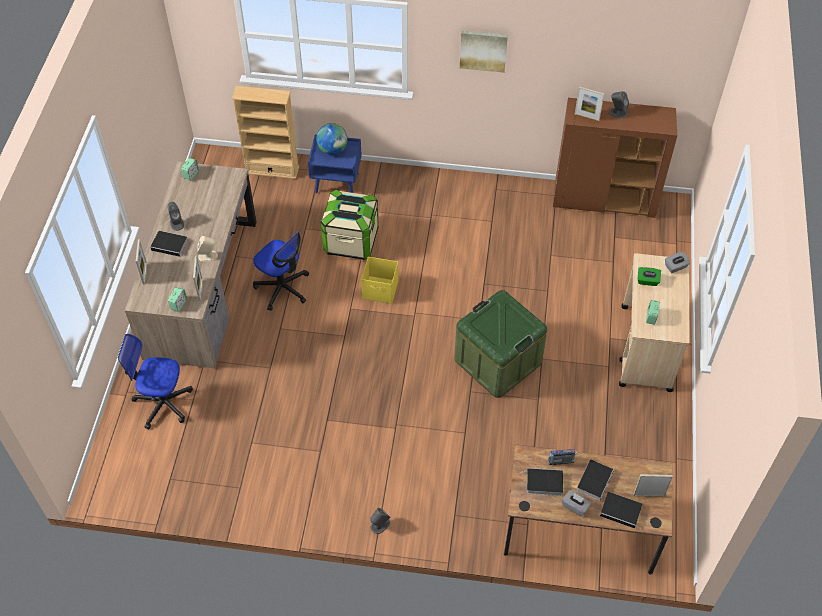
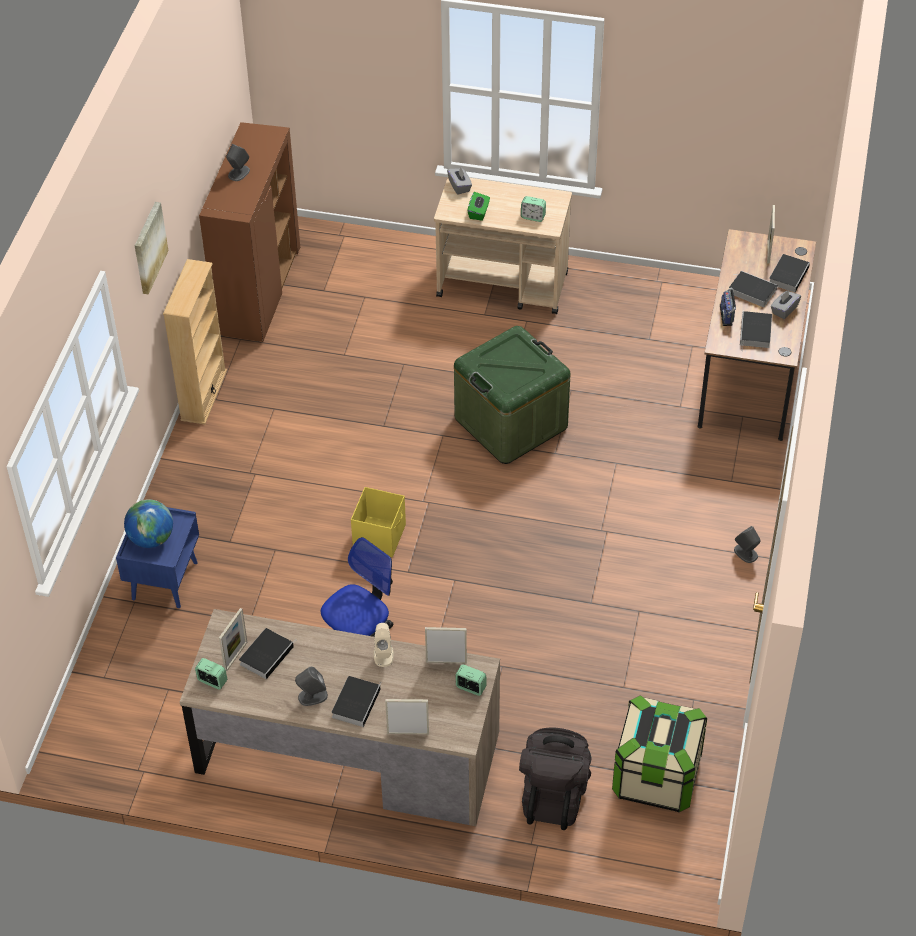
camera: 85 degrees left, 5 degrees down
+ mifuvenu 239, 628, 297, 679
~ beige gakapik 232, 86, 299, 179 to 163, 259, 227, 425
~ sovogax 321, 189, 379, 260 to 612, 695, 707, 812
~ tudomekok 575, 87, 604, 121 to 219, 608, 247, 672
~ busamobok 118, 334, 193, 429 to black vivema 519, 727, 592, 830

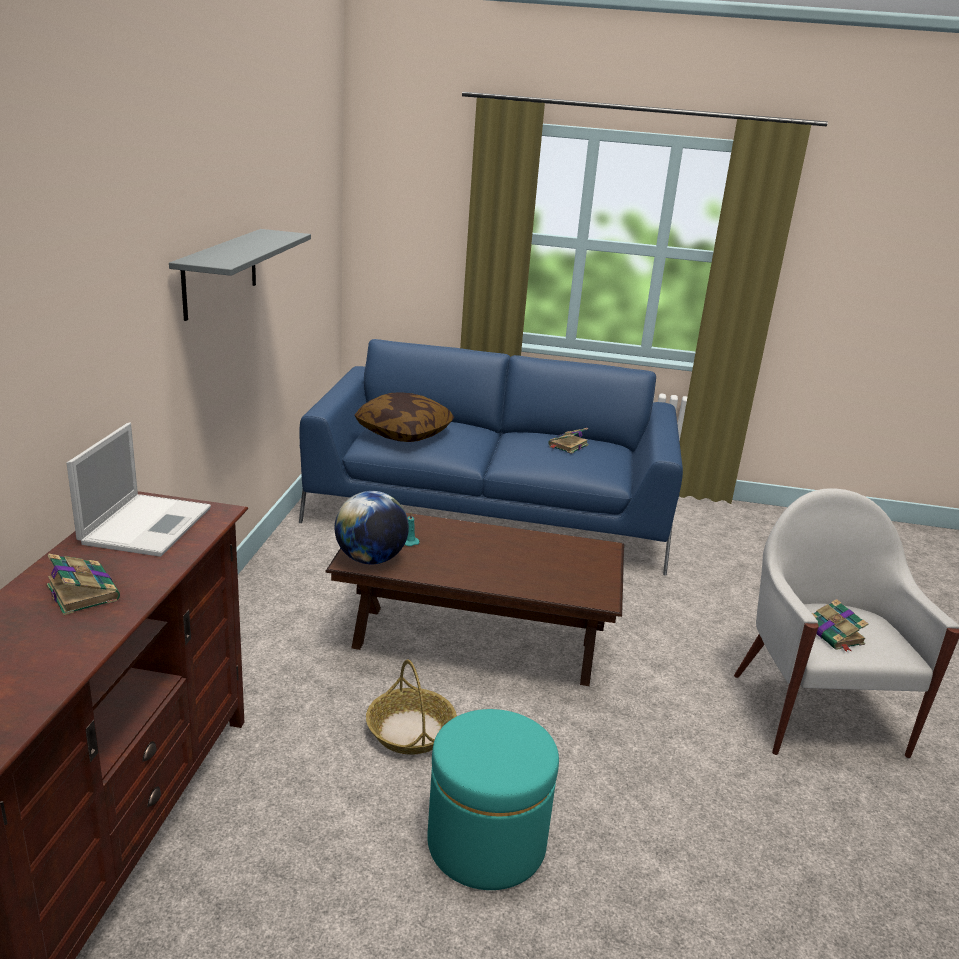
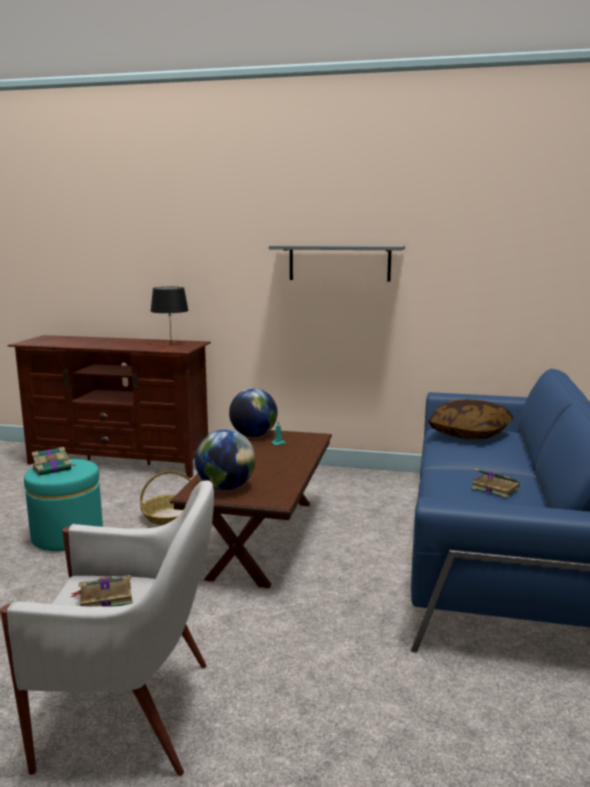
camera: 95 degrees right, 10 degrees down
+ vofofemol 195, 429, 256, 490
~ mifuvenu 47, 554, 120, 615 to 32, 447, 76, 476
~ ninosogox 67, 423, 211, 557 to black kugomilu 151, 287, 189, 335

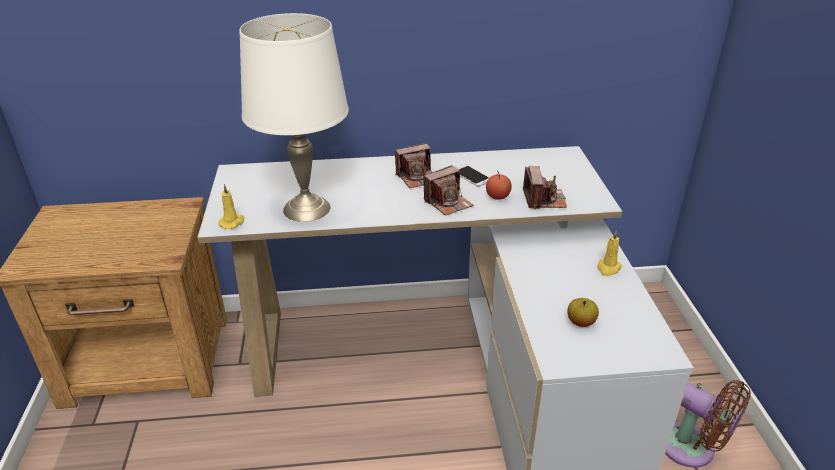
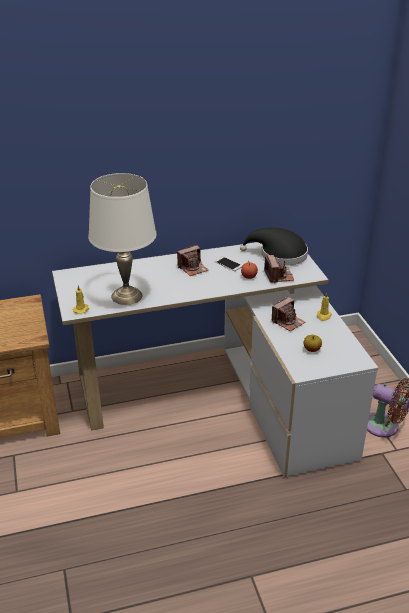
camera: 10 degrees left, 0 degrees up
+ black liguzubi 240, 227, 308, 266
~ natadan 423, 165, 473, 216 to 271, 296, 305, 331

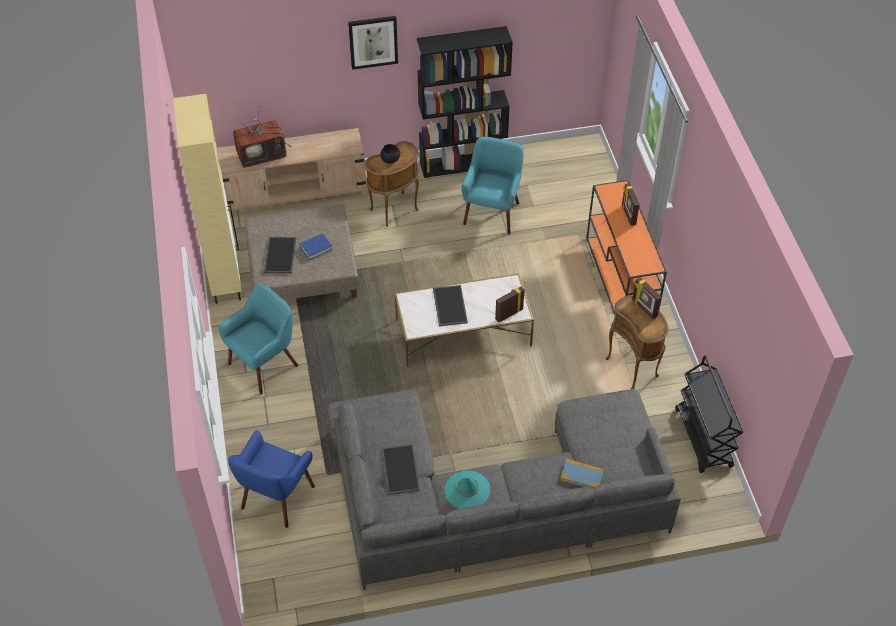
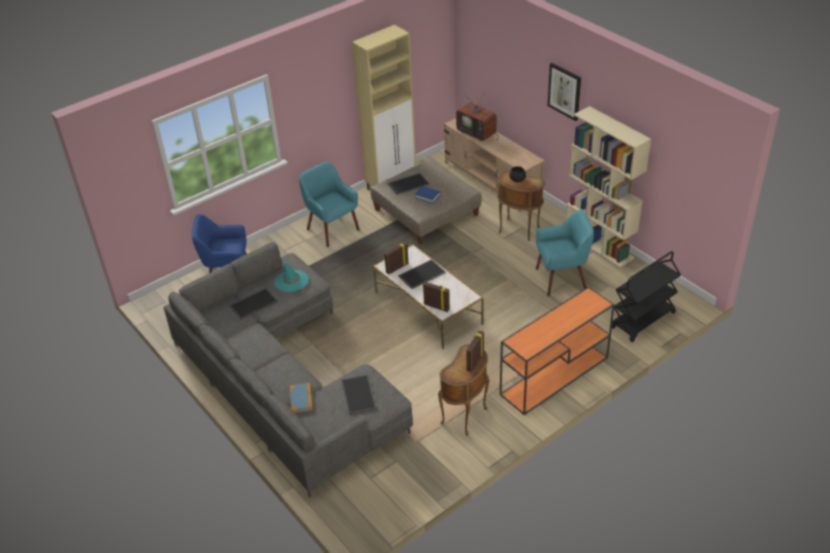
camera: 65 degrees right, 10 degrees down
+ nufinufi 341, 374, 377, 415
~ turquoise liguzubi 445, 471, 491, 509 to 274, 262, 309, 292
~ tudomekok 622, 183, 640, 226 to 384, 242, 408, 275
~ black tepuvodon 675, 356, 743, 473 to 612, 251, 681, 342
~ black gakapik 417, 26, 513, 178 to beige gakapik 566, 106, 651, 267
~ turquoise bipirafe 218, 284, 298, 395 = 299, 162, 359, 247 150 degrees counterclockwise

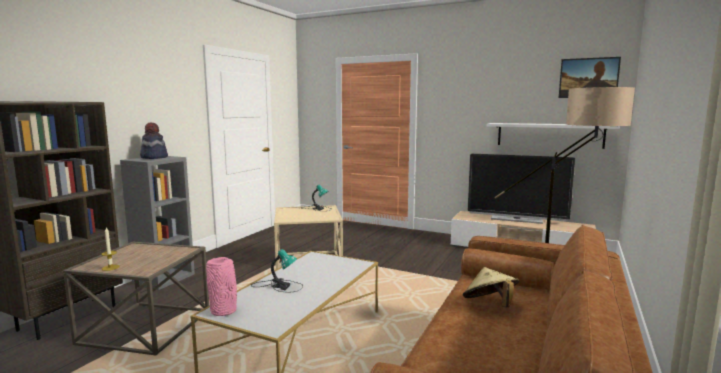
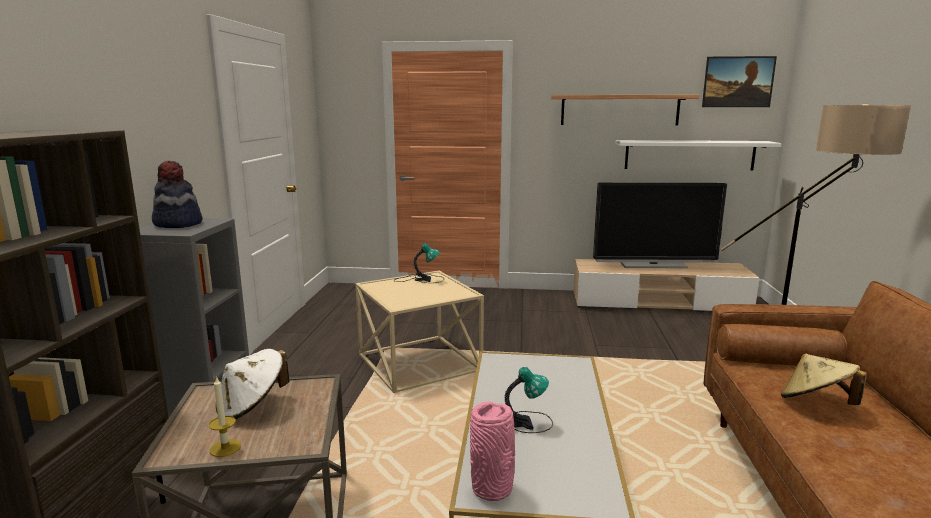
camera: 20 degrees left, 5 degrees up
+ white liguzubi 216, 349, 289, 419
+ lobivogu 551, 95, 699, 125

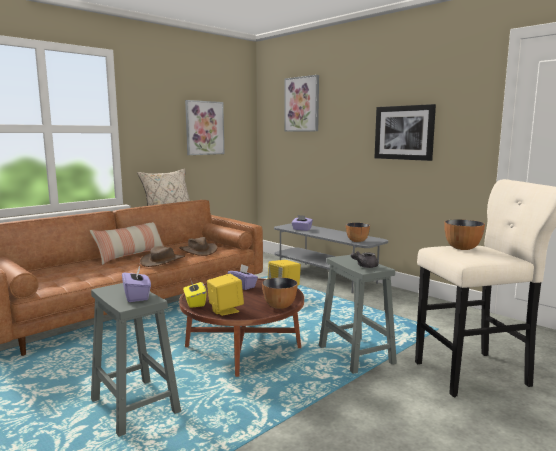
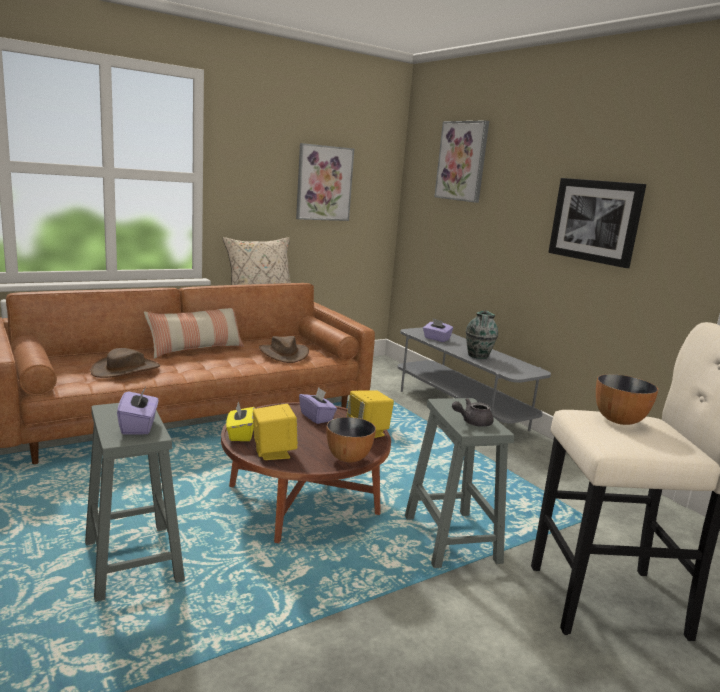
camera: 10 degrees right, 5 degrees up
- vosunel 346, 223, 370, 242
+ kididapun 466, 310, 498, 359
~ brown liguzubi 140, 246, 185, 267 to 90, 348, 160, 378

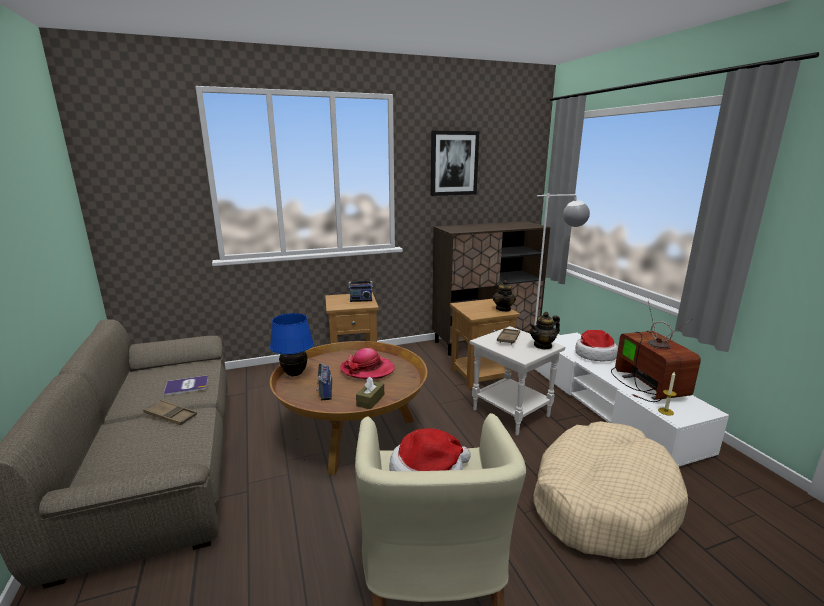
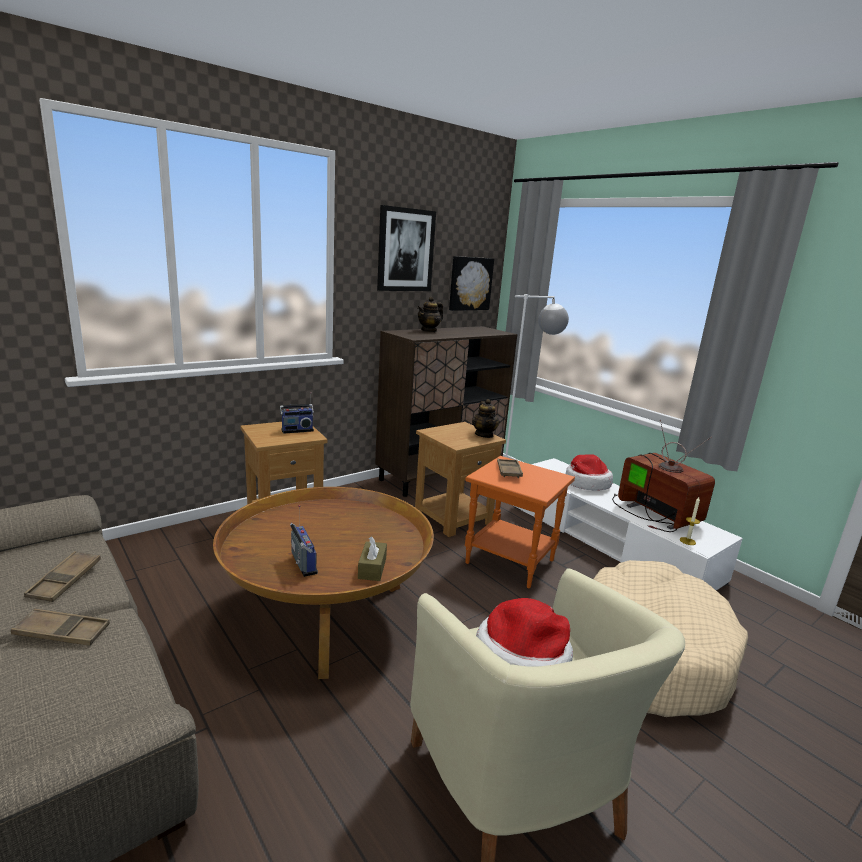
camera: 20 degrees left, 0 degrees up
- blue kugomilu 270, 313, 314, 376
- liguzubi 340, 348, 395, 379
+ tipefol 449, 256, 494, 311
~ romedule 529, 312, 560, 350 to 417, 297, 443, 332
~ mifuvenu 164, 375, 208, 396 to brown nufinufi 24, 551, 101, 602
~ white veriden 470, 326, 565, 435 to orange veriden 465, 456, 575, 588

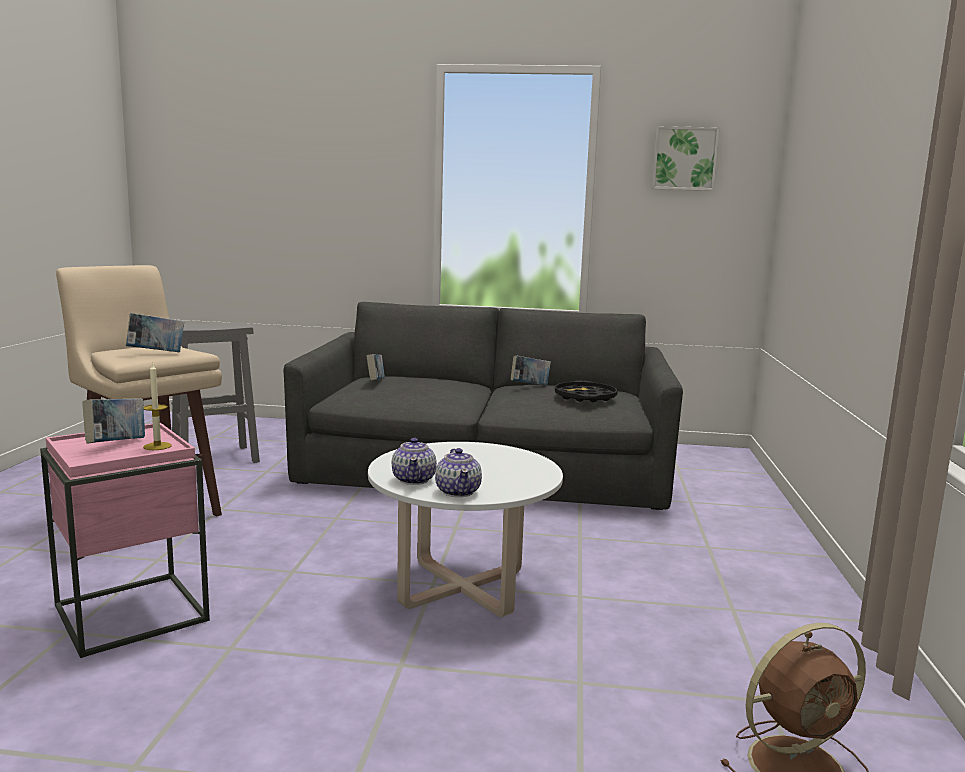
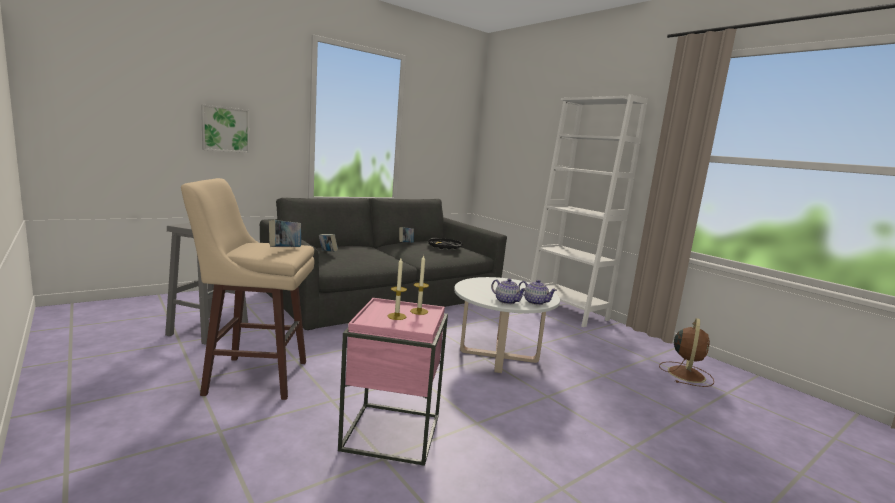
camera: 45 degrees left, 0 degrees up
+ white gakapik 530, 95, 648, 327
~ tipefol 652, 126, 720, 191 to 201, 104, 249, 153
~ mifuvenu 82, 398, 145, 444 to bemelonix 388, 258, 407, 320

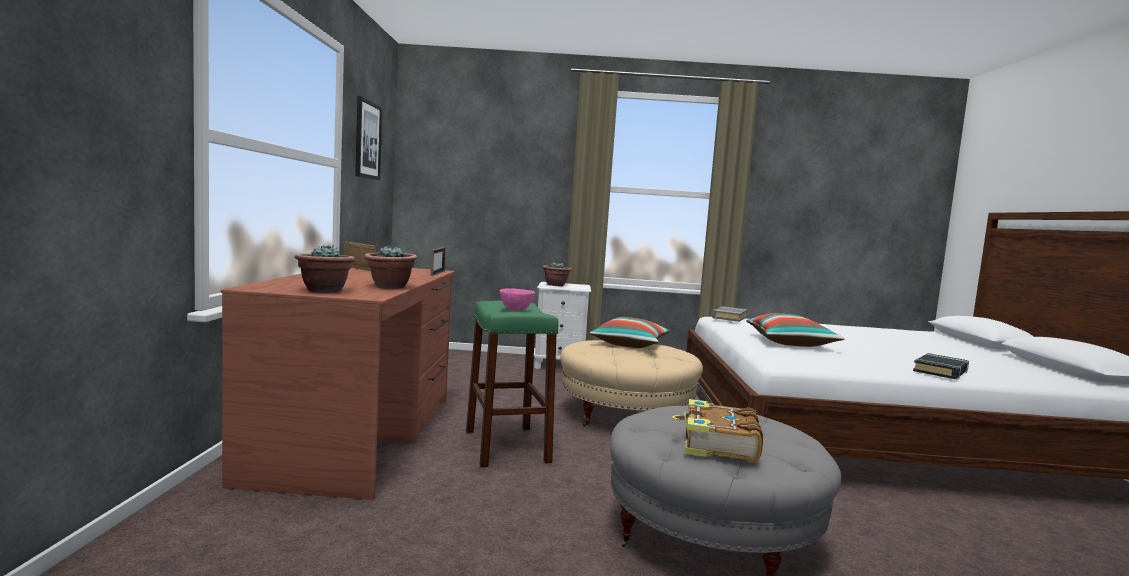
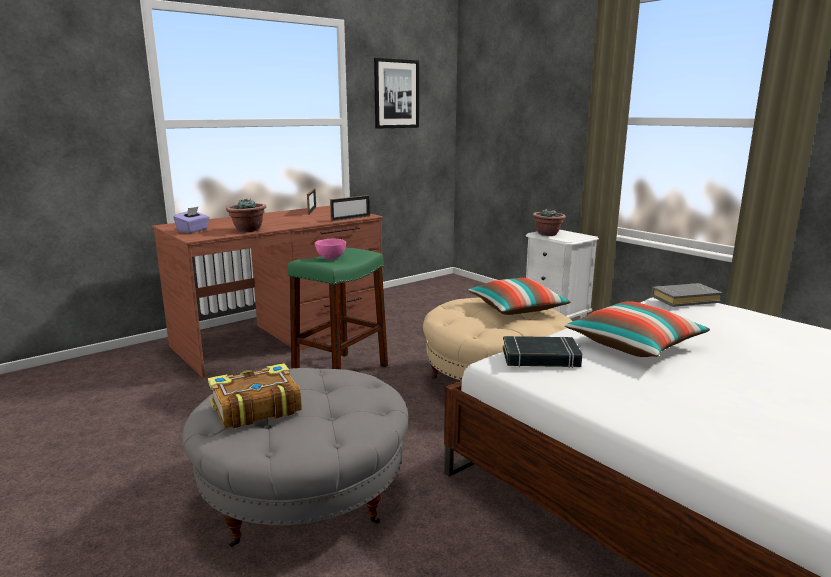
camera: 50 degrees right, 10 degrees up
~ black mifuvenu 913, 353, 969, 379 to 503, 336, 582, 368
~ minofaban 295, 245, 355, 292 to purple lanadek 173, 206, 210, 233

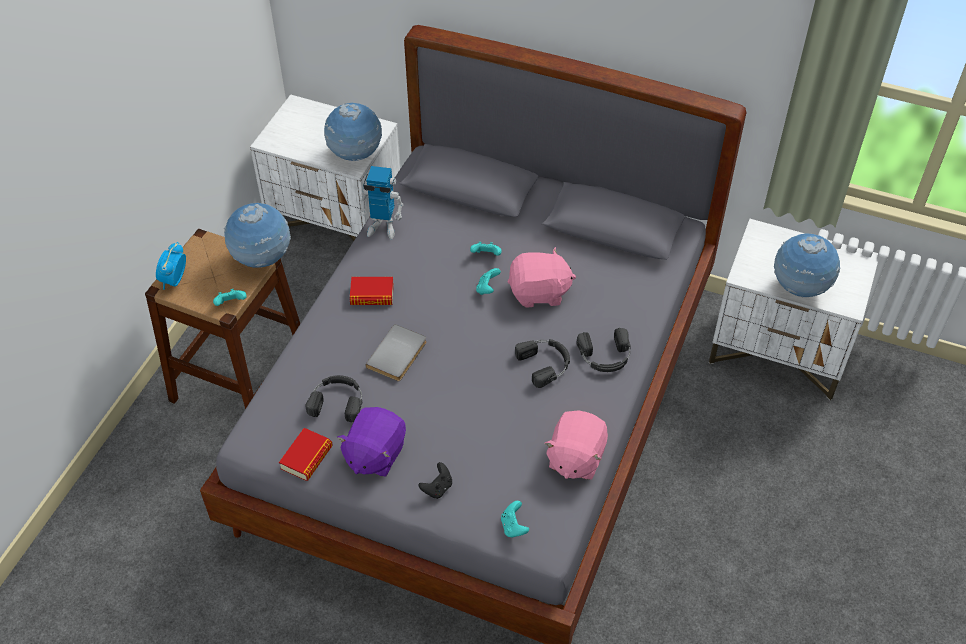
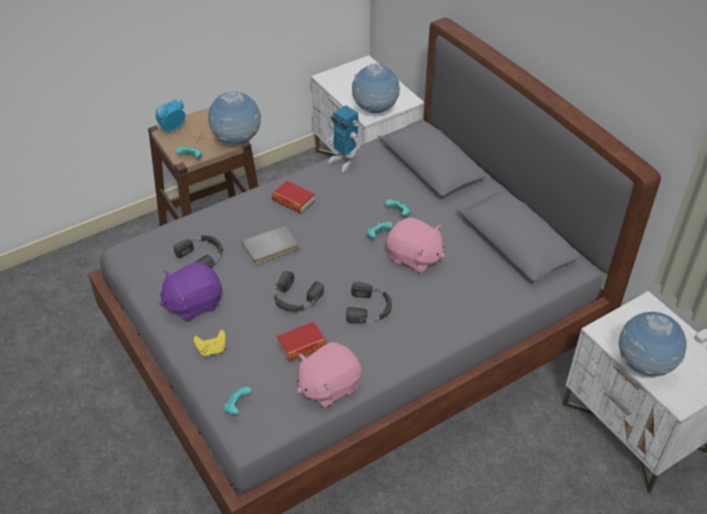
camera: 35 degrees right, 5 degrees down
~ mifuvenu 279, 428, 333, 481 to 277, 322, 327, 362
~ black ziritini 576, 328, 631, 372 to 274, 271, 324, 312
~ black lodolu 419, 462, 452, 499 to yellow lodolu 194, 330, 226, 356

